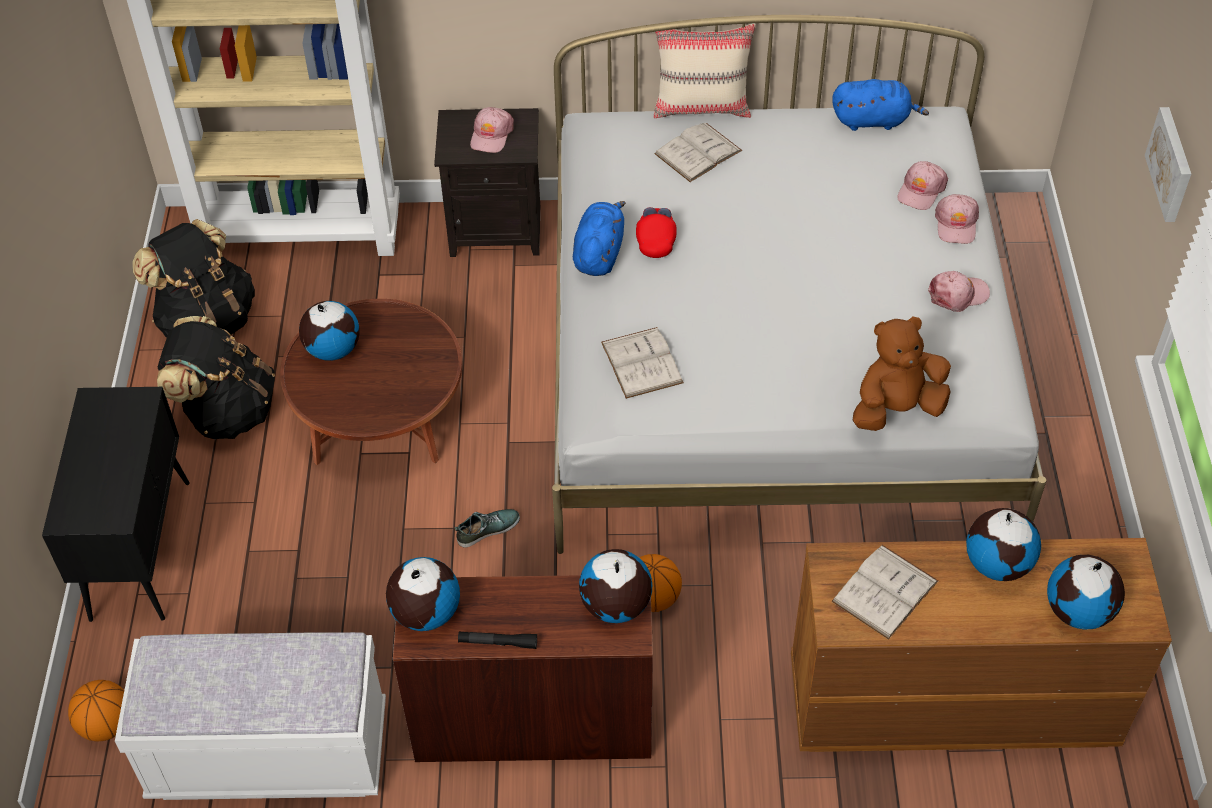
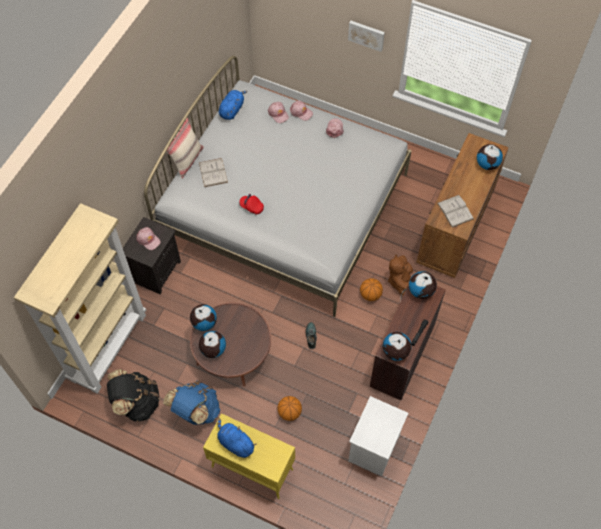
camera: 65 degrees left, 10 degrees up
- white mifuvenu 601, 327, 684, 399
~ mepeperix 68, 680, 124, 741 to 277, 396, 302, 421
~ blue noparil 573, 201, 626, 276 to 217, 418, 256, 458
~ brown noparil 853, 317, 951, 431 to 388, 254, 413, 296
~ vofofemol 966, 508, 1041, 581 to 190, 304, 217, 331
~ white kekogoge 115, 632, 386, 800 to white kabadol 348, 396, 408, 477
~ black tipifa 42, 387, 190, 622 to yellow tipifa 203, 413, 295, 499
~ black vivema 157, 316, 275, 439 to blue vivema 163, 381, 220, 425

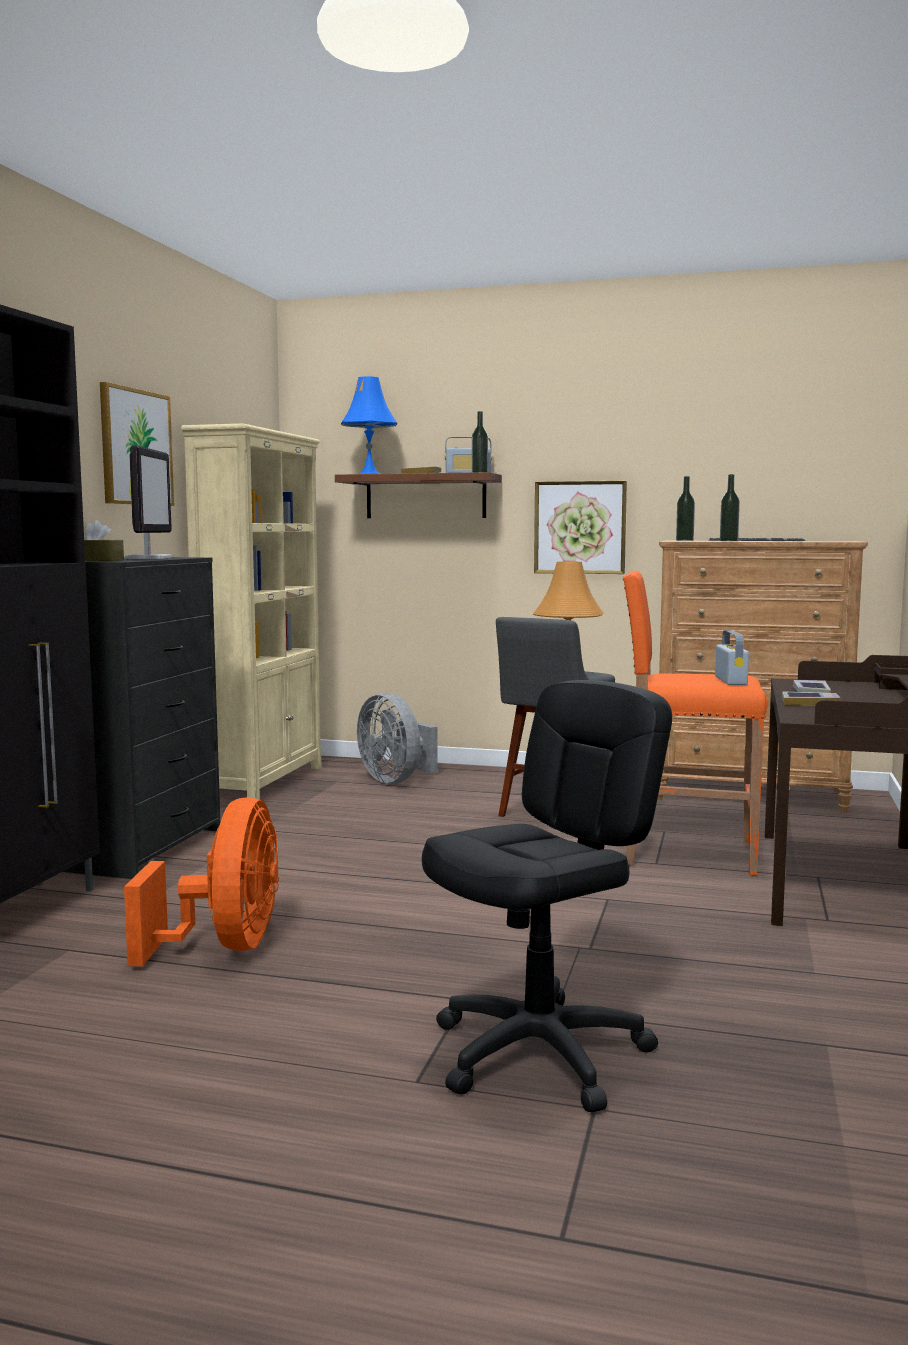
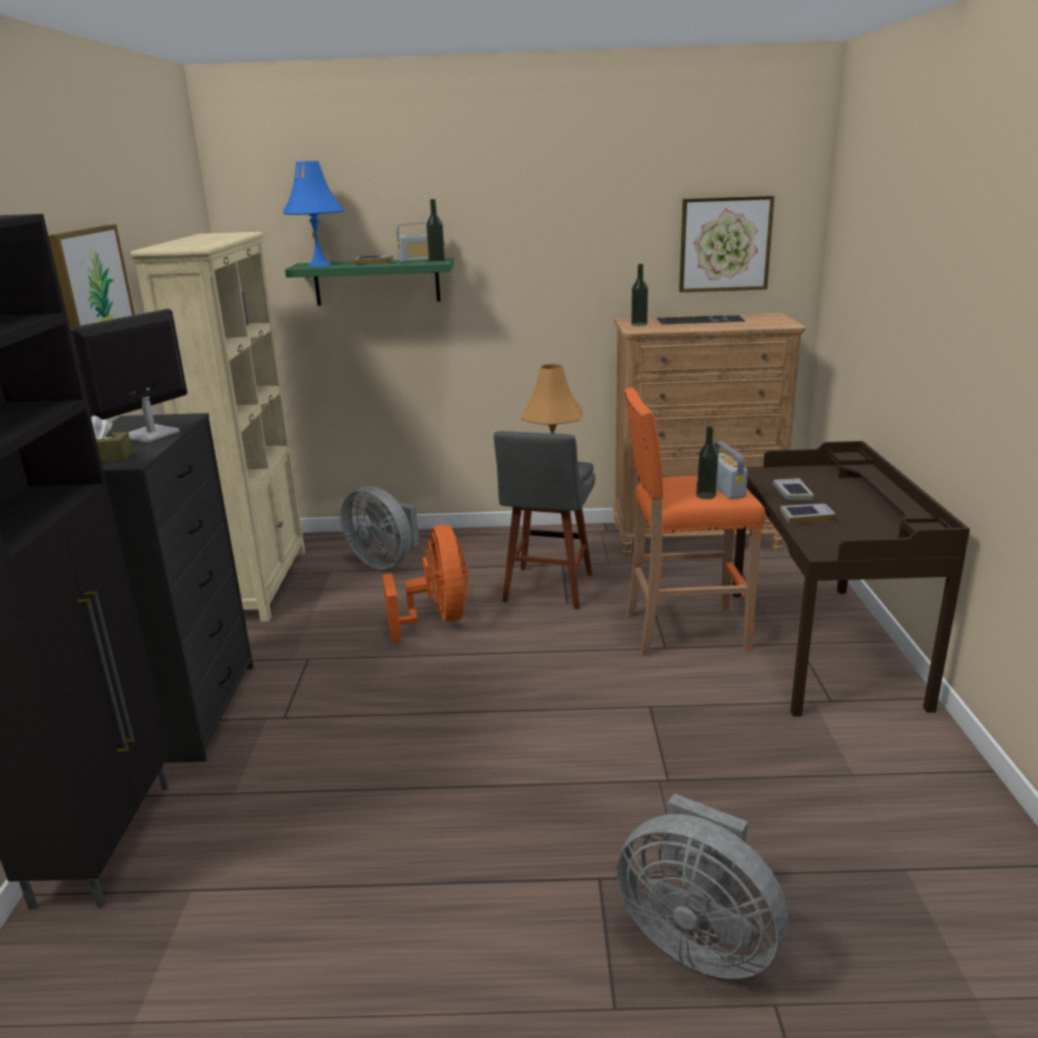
camera: 15 degrees left, 15 degrees up
~ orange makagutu 124, 798, 279, 966 to 382, 525, 468, 643
~ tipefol 534, 481, 627, 574 to 679, 196, 775, 292
~ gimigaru 720, 474, 740, 541 to 696, 426, 719, 499
~ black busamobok 422, 680, 672, 1112 to grey makagutu 617, 793, 788, 979
~ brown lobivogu 335, 472, 502, 518 to green lobivogu 285, 258, 454, 306
~ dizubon 125, 445, 173, 559 = 70, 309, 187, 442 135 degrees counterclockwise

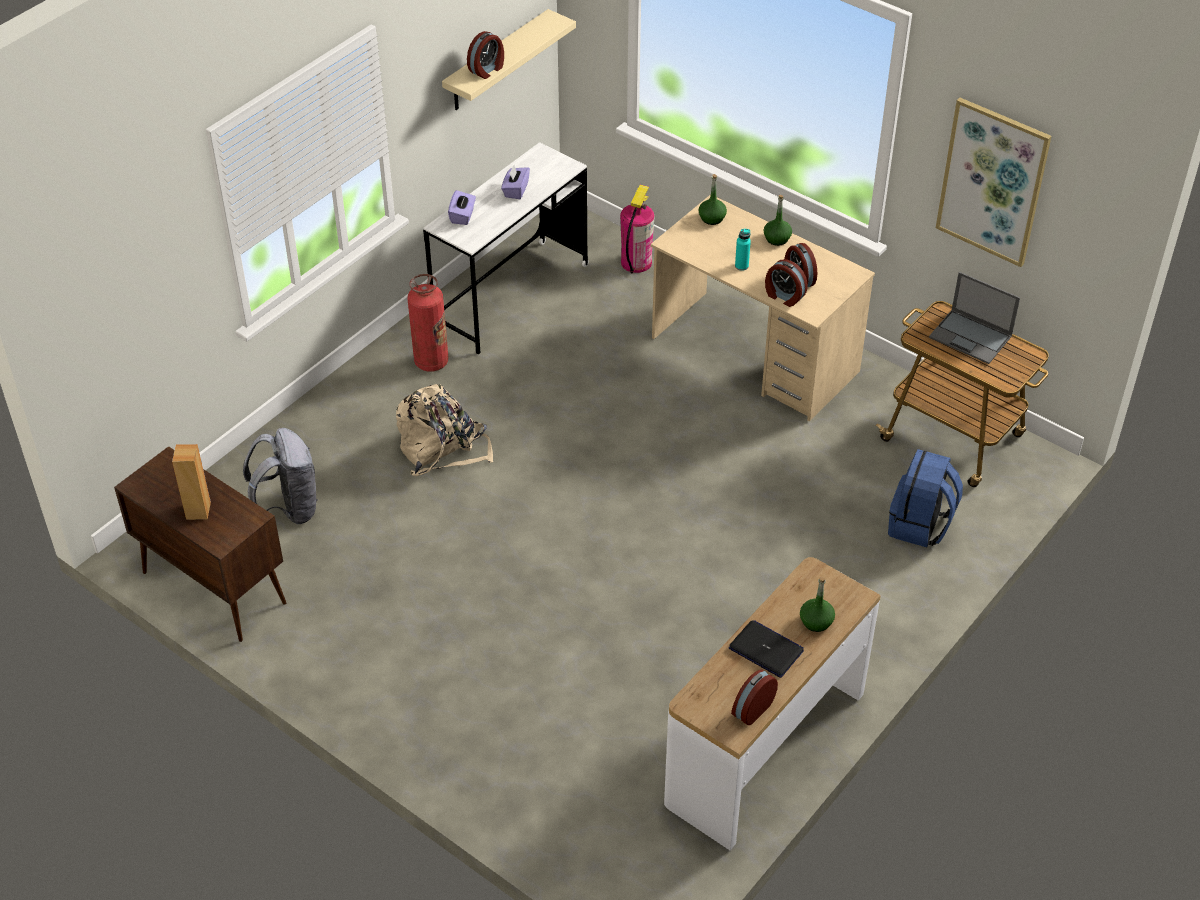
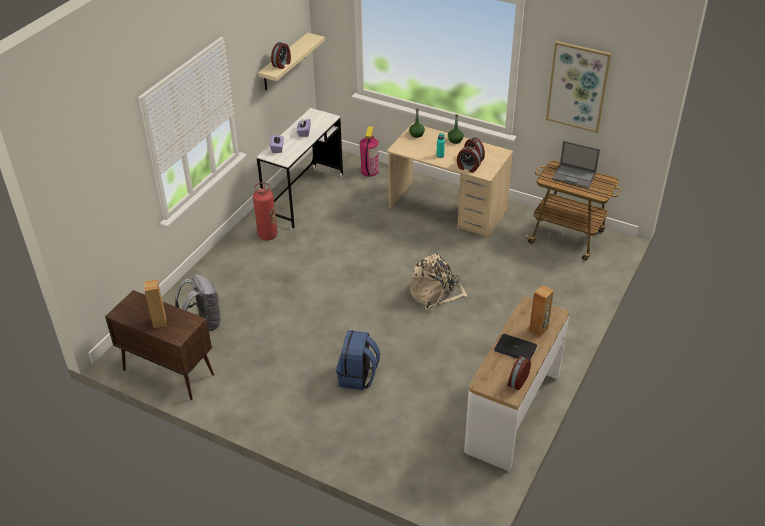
camera: 10 degrees left, 5 degrees down
~ beige vivema 396, 384, 493, 476 to 409, 254, 468, 310
~ blue vivema 888, 449, 963, 547 to 336, 330, 380, 390
~ green gimigaru 800, 577, 835, 632 to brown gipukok 529, 285, 554, 337

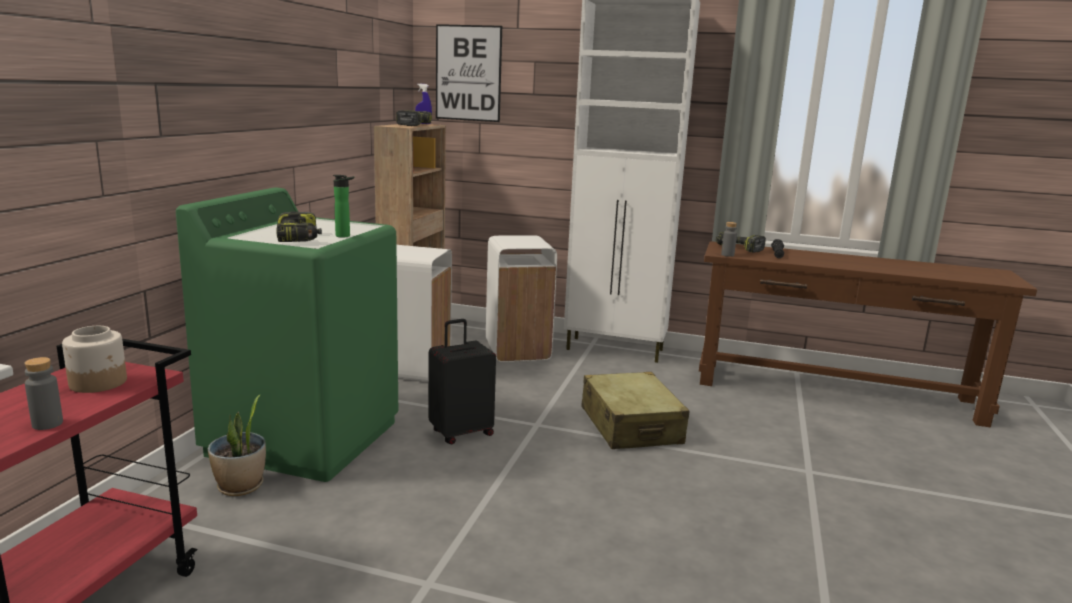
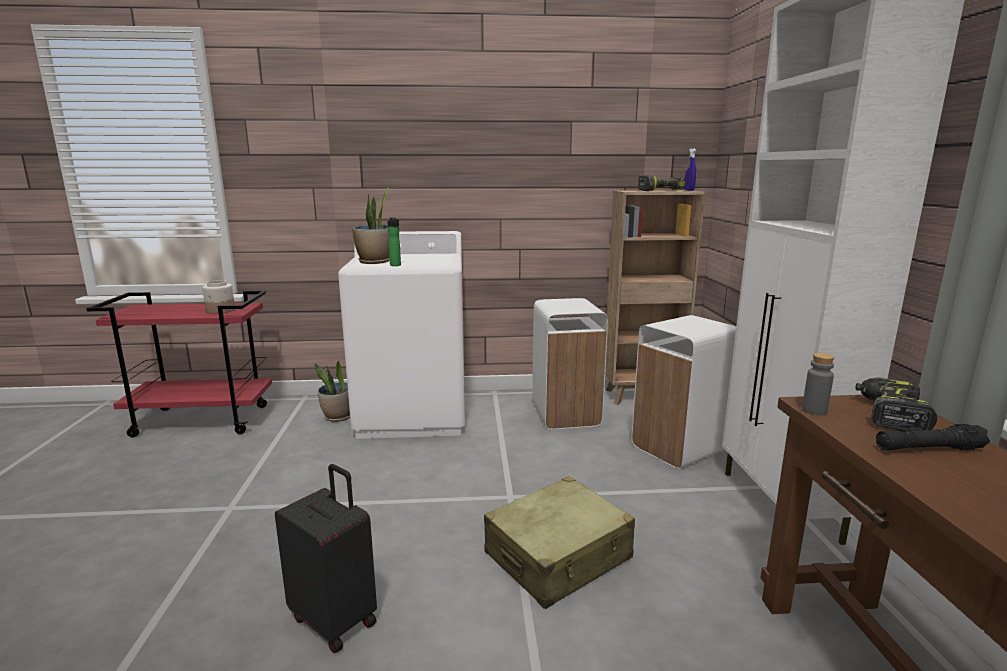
camera: 70 degrees right, 0 degrees up
- grey gimigaru 24, 357, 63, 430
- tipefol 436, 24, 502, 122
~ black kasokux 429, 319, 496, 445 to 275, 464, 377, 653
~ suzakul 276, 211, 322, 242 to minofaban 352, 187, 390, 264
~ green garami 176, 187, 398, 482 to white garami 338, 231, 465, 439

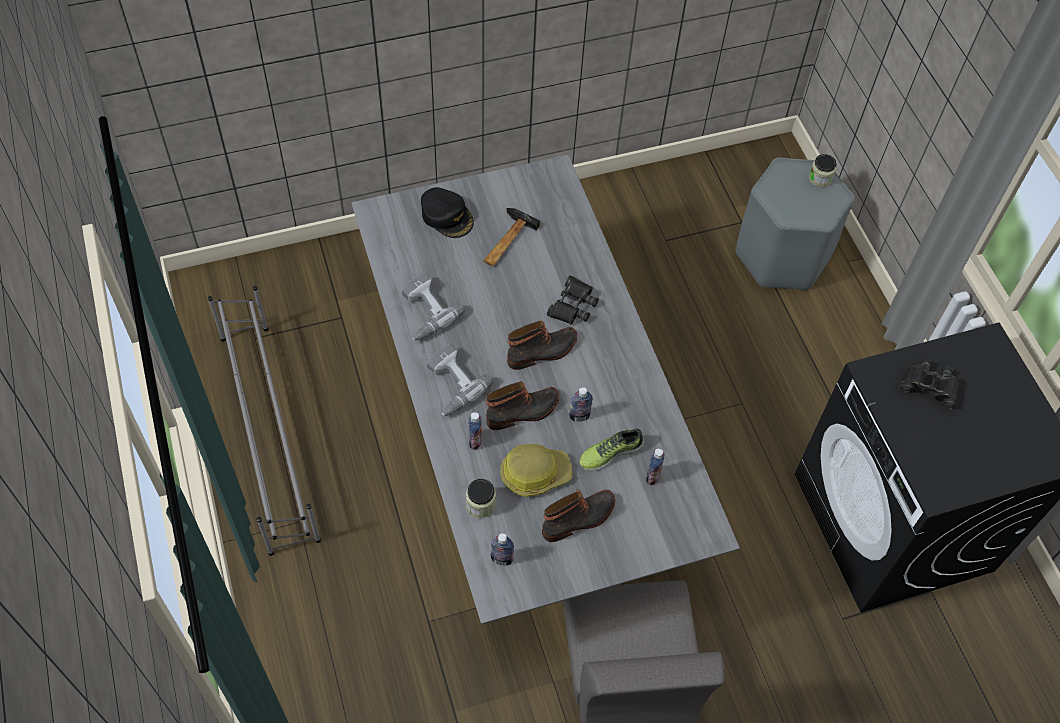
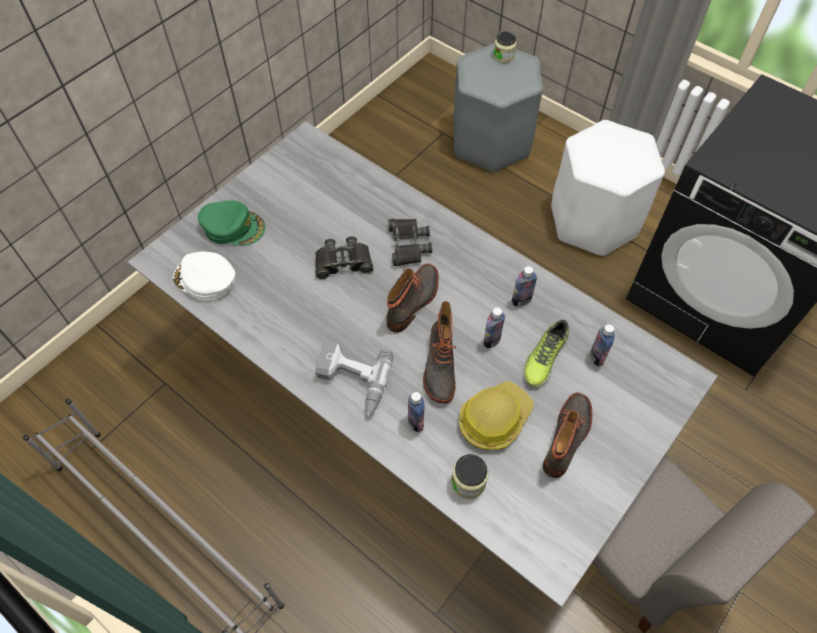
camera: 30 degrees left, 0 degrees up
- suzakul 402, 273, 465, 340
- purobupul 483, 208, 540, 266
+ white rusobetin 173, 251, 235, 301
+ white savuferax 551, 120, 665, 257
~ gimigaru 490, 533, 514, 566 to 512, 266, 537, 306
~ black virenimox 899, 359, 961, 409 to 315, 236, 373, 279
~ black rusobetin 421, 187, 474, 238 to green rusobetin 198, 200, 265, 245
~ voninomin 486, 381, 559, 430 = 423, 301, 456, 403 150 degrees clockwise

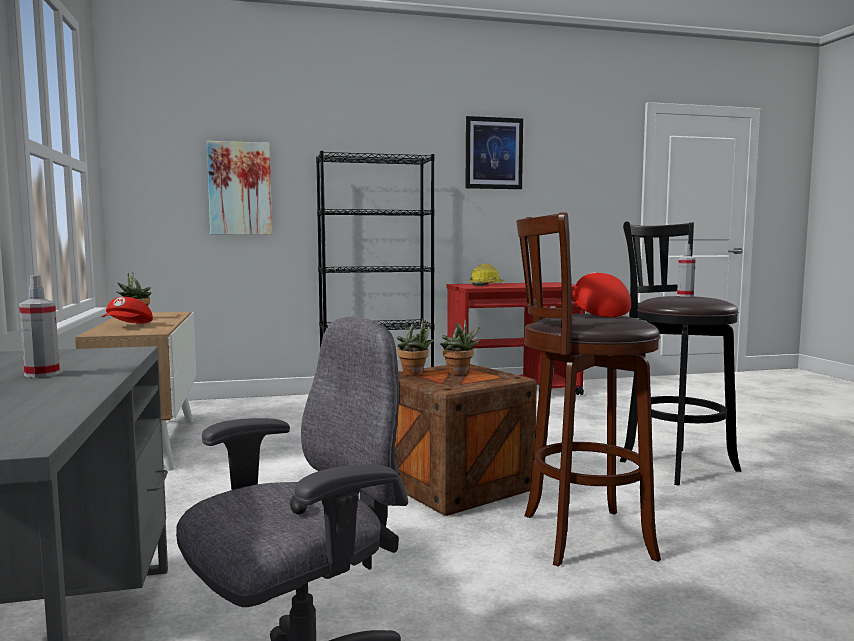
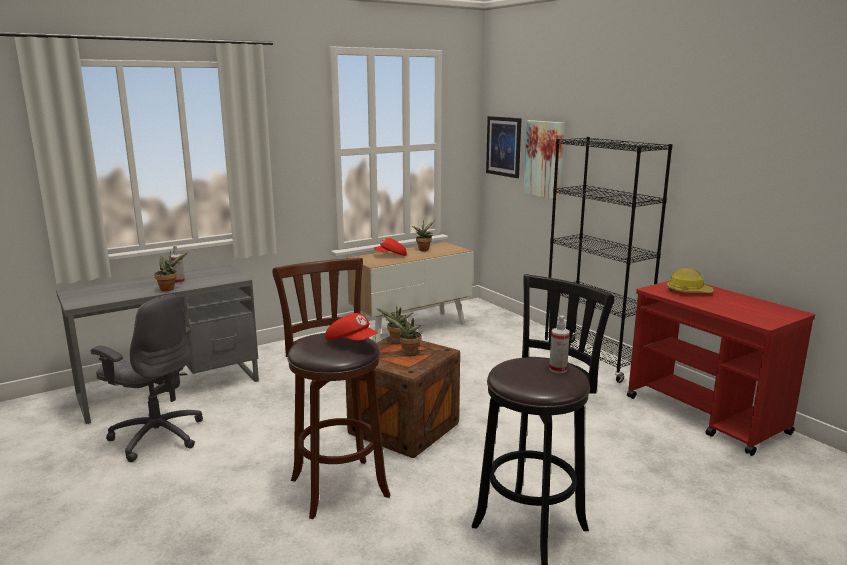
camera: 70 degrees right, 10 degrees up
+ minofaban 154, 251, 188, 291
~ tipefol 465, 116, 523, 189 to 486, 116, 522, 178
~ red rusobetin 573, 272, 631, 317 = 325, 313, 378, 341 60 degrees clockwise

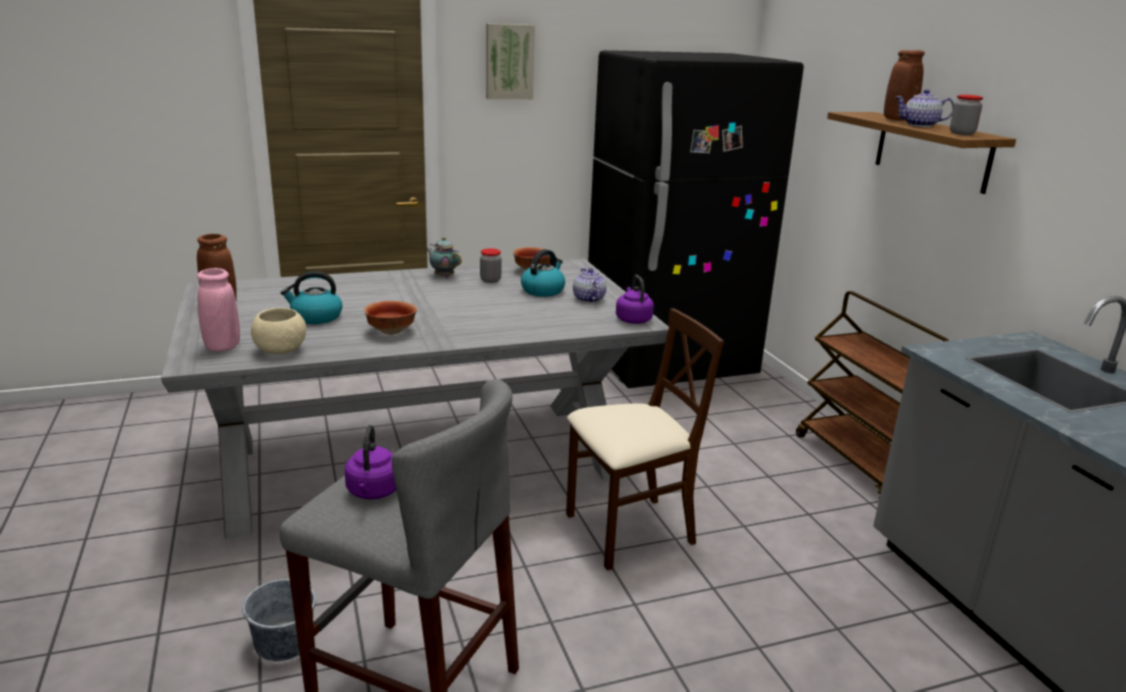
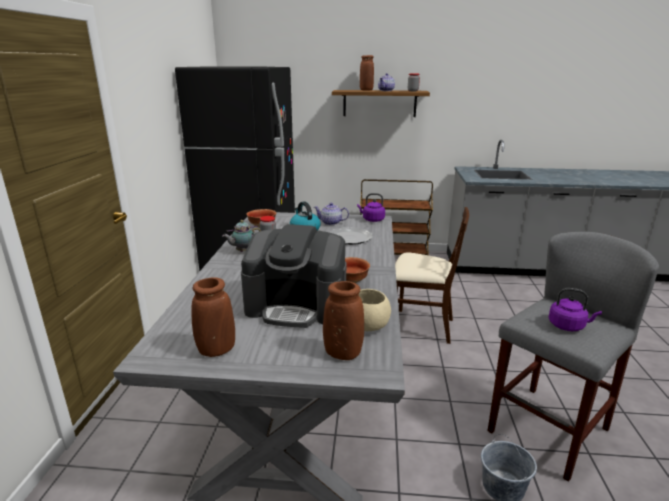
camera: 65 degrees left, 0 degrees up
- tipefol 486, 23, 535, 99
+ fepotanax 329, 227, 373, 245
~ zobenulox 281, 271, 342, 324 to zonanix 241, 224, 346, 328
~ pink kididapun 197, 268, 240, 351 to brown kididapun 323, 281, 364, 360
~ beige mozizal 566, 308, 724, 570 = 395, 207, 469, 344 105 degrees clockwise

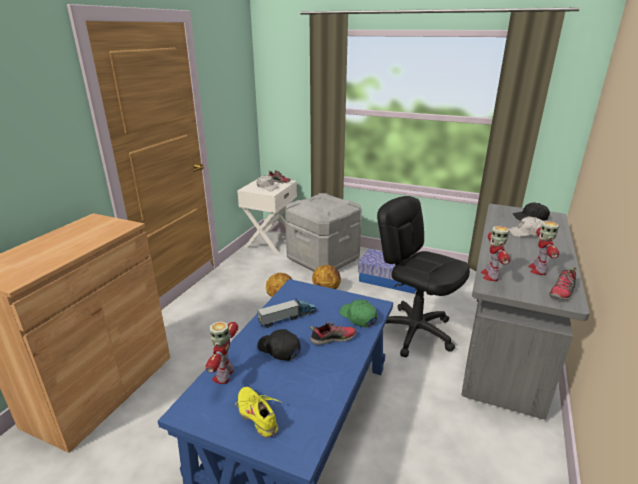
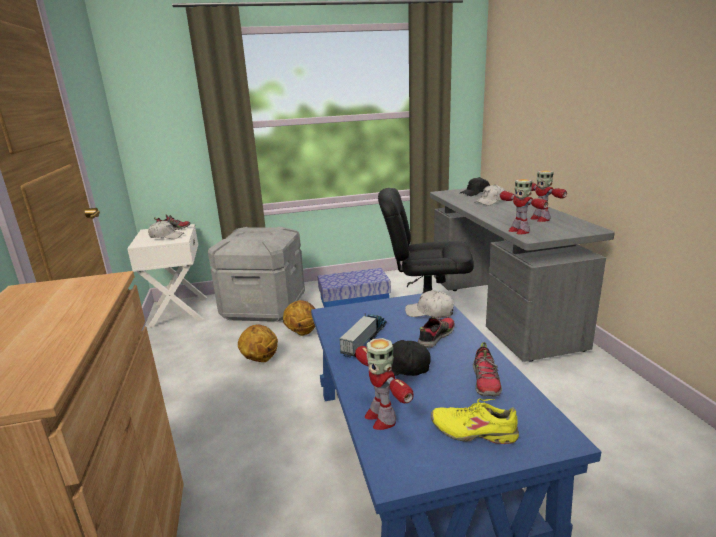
camera: 35 degrees left, 5 degrees down
~ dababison 549, 267, 576, 300 to 473, 342, 502, 396
~ green rusobetin 340, 300, 377, 328 to white rusobetin 405, 290, 454, 318

